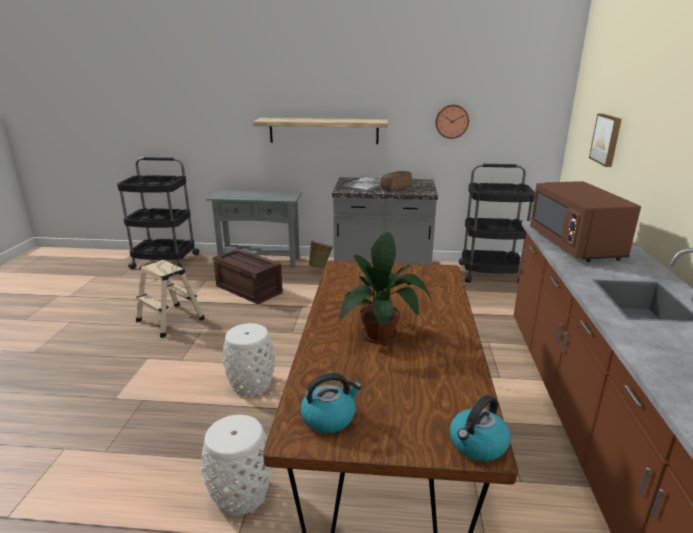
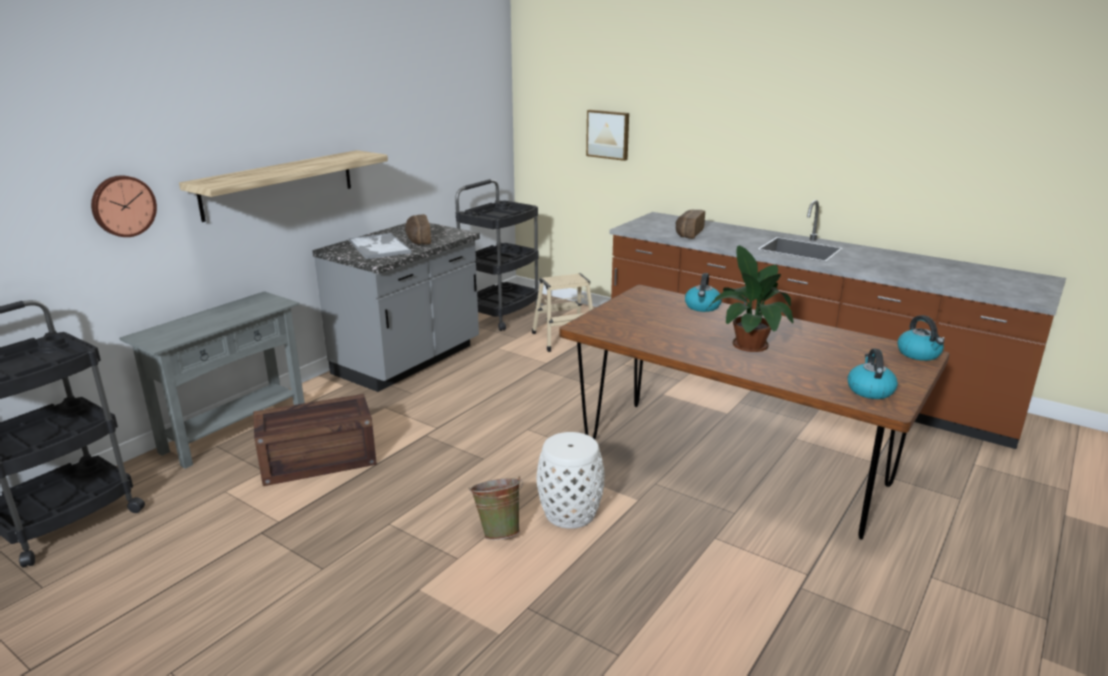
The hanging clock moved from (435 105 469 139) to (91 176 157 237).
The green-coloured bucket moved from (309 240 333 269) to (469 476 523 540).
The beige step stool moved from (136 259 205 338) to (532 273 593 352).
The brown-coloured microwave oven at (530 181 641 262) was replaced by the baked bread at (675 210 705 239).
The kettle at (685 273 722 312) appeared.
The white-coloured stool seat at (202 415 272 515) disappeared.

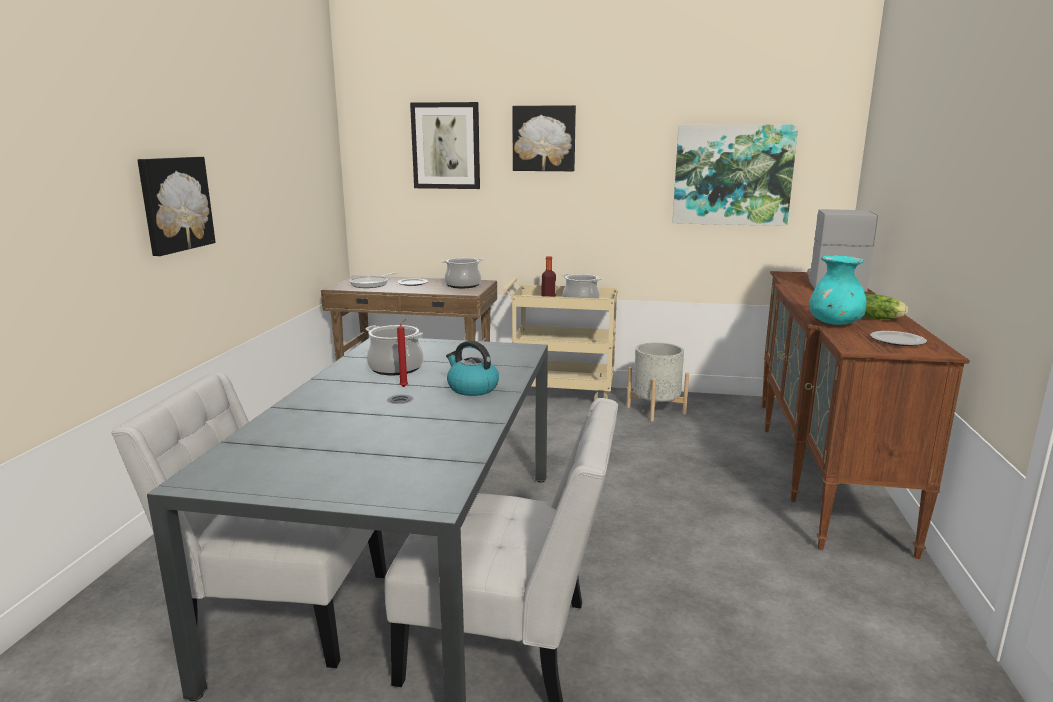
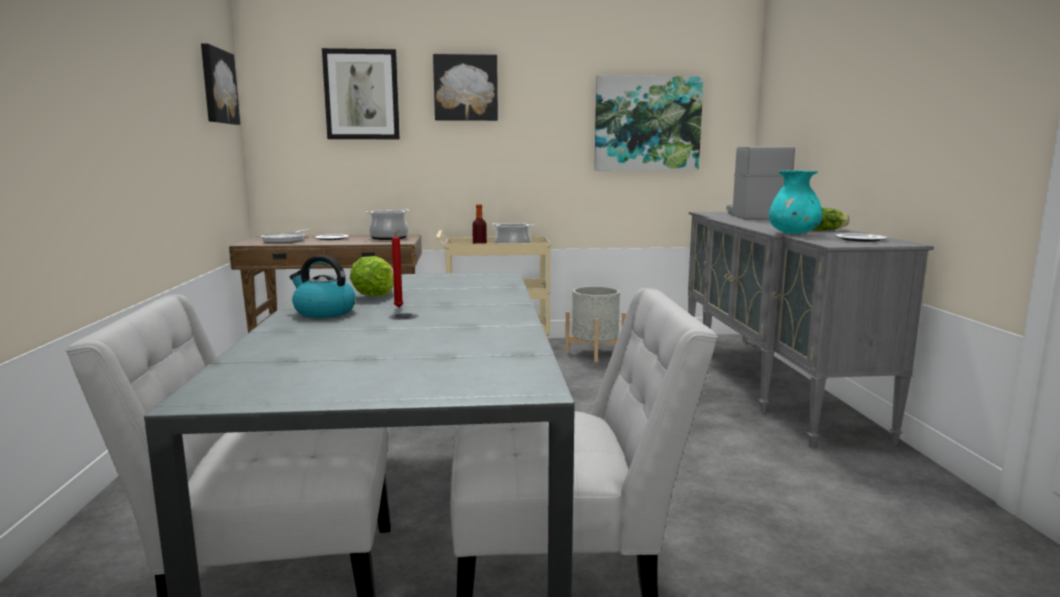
The wall art moved from (137 157 216 256) to (201 43 240 125).
The kettle moved from (446 340 499 396) to (290 255 356 318).
The stockpot at (365 325 424 375) was replaced by the head of lettuce at (350 256 394 296).
The brown-coloured storage cabinet at (761 271 970 559) became the greyish storage cabinet at (688 212 934 448).

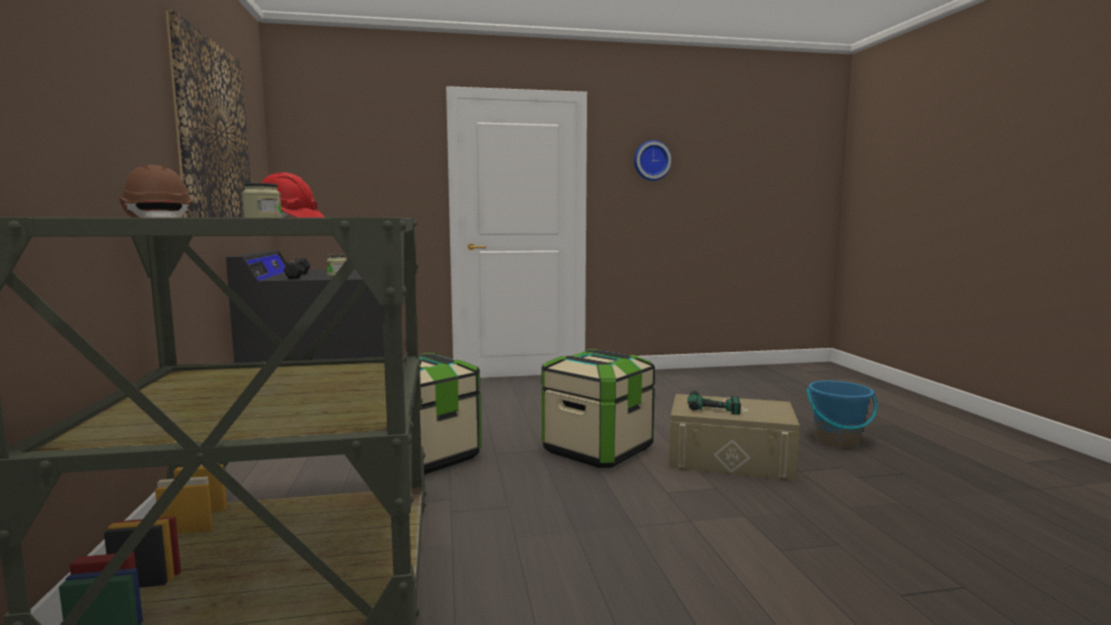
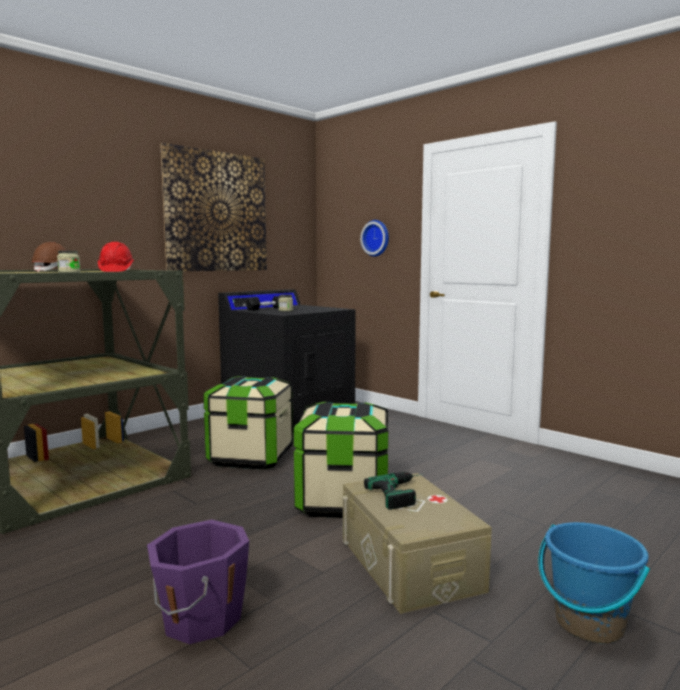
The purplish bucket at (147 519 249 644) appeared.
The hanging clock moved from (634 140 672 181) to (360 220 389 257).

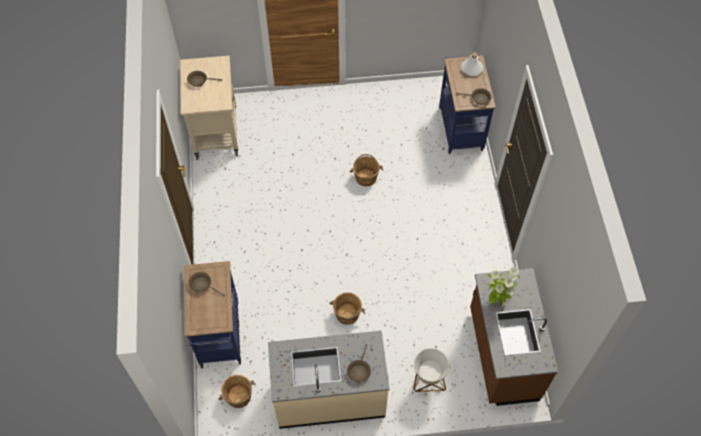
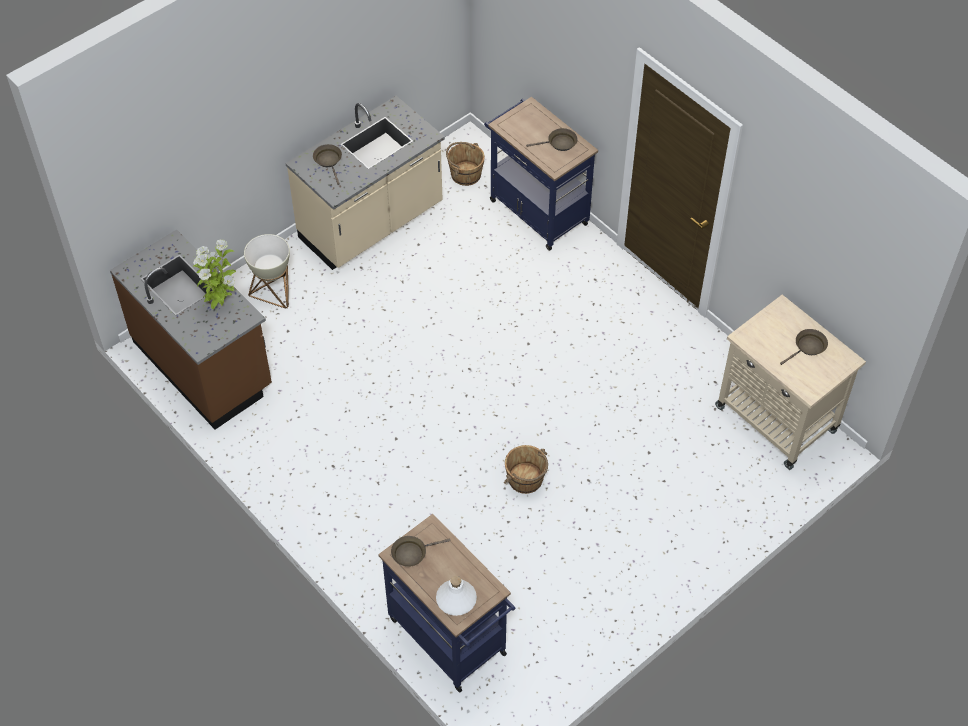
The brown-coloured bucket at (330 292 365 325) disappeared.

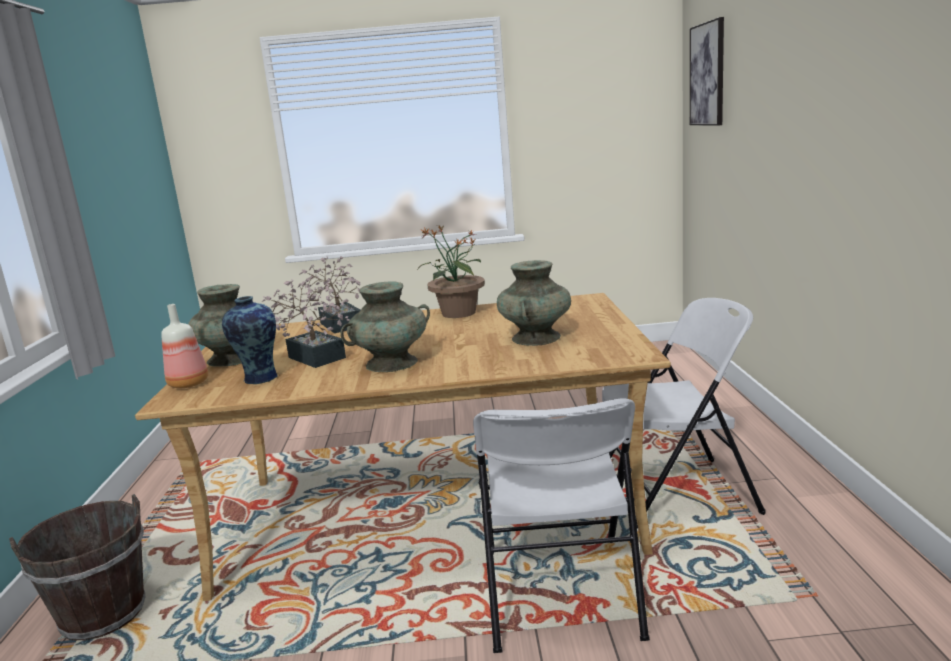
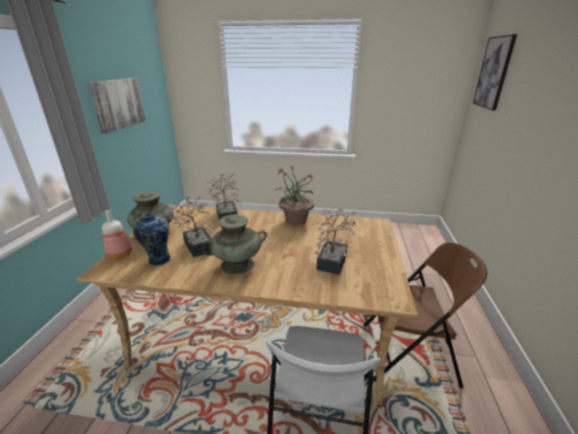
The wall art at (88 78 146 134) appeared.
The turquoise decorative vase at (497 260 571 346) was replaced by the houseplant at (315 208 356 275).
The white-coloured plain chair at (602 298 765 529) became the brown-coloured plain chair at (364 242 487 389).
The brown-coloured bucket at (9 494 145 641) disappeared.

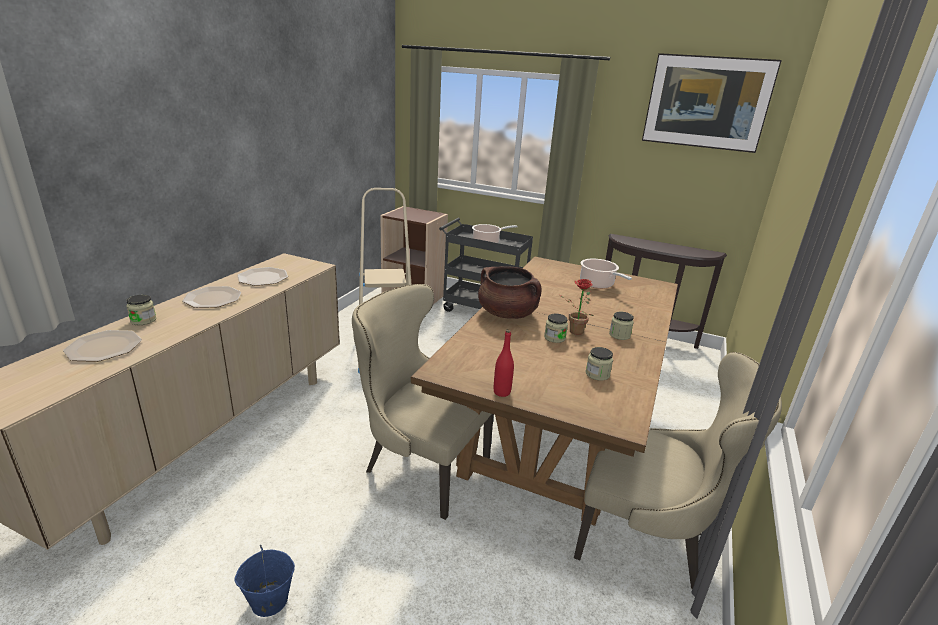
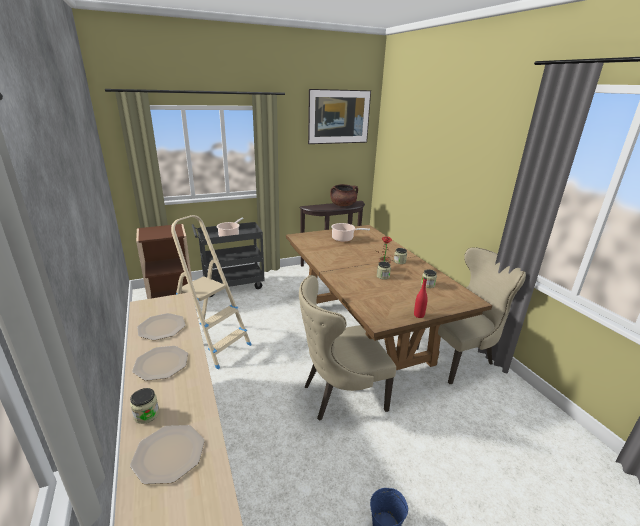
The brown-coloured stockpot moved from (478 266 542 319) to (330 184 358 206).

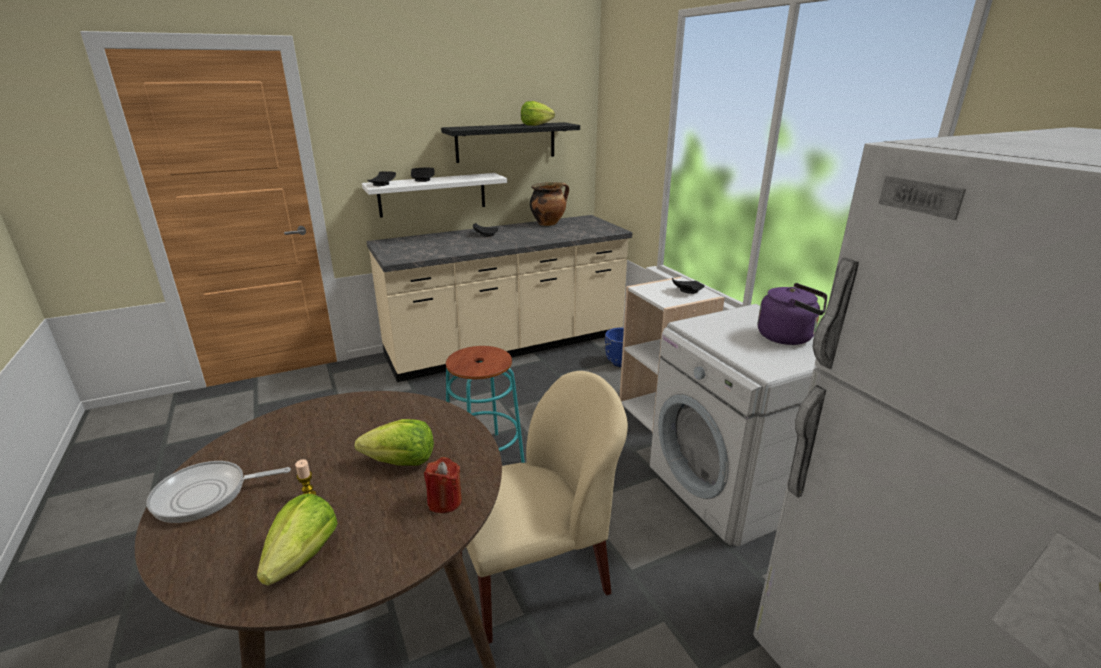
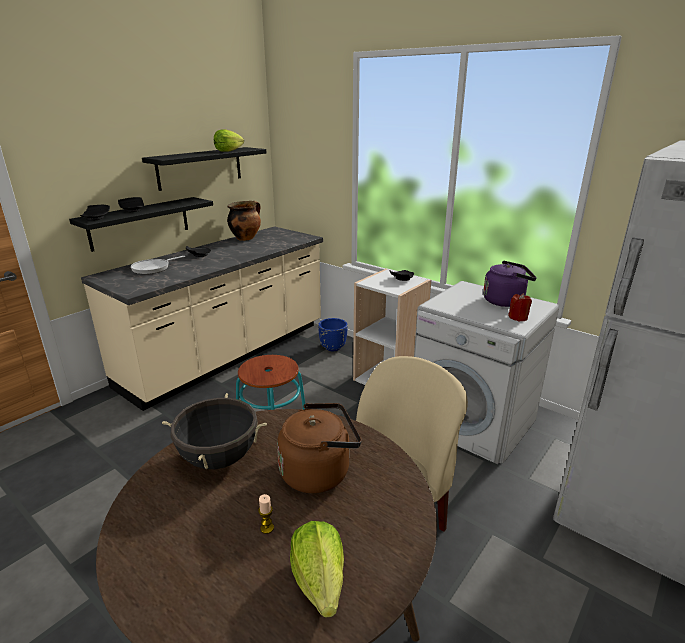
The white-coloured wall shelf at (362 173 507 218) became the blackish wall shelf at (69 197 213 252).
The pan moved from (146 461 291 523) to (131 256 185 274).
The blackish stockpot at (162 393 267 469) appeared.
The head of lettuce at (354 419 434 466) was replaced by the brown-coloured kettle at (277 403 362 493).
The reddish wax light moved from (424 457 462 513) to (508 293 532 321).

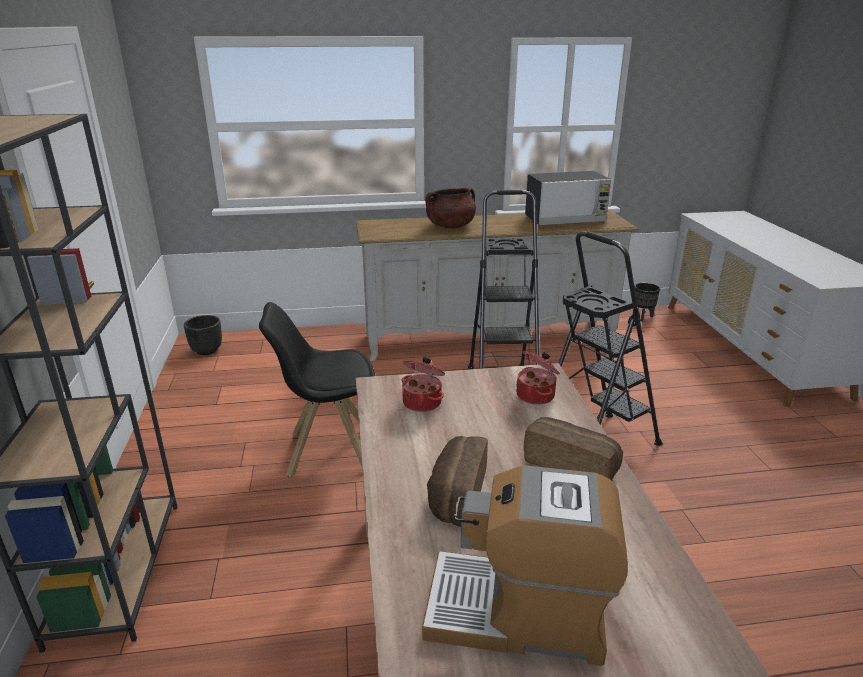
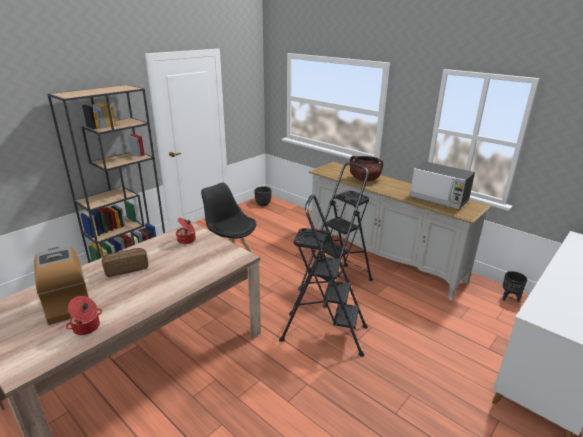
The stockpot moved from (516 351 560 405) to (66 296 102 335).
The baked bread at (524 417 623 481) disappeared.

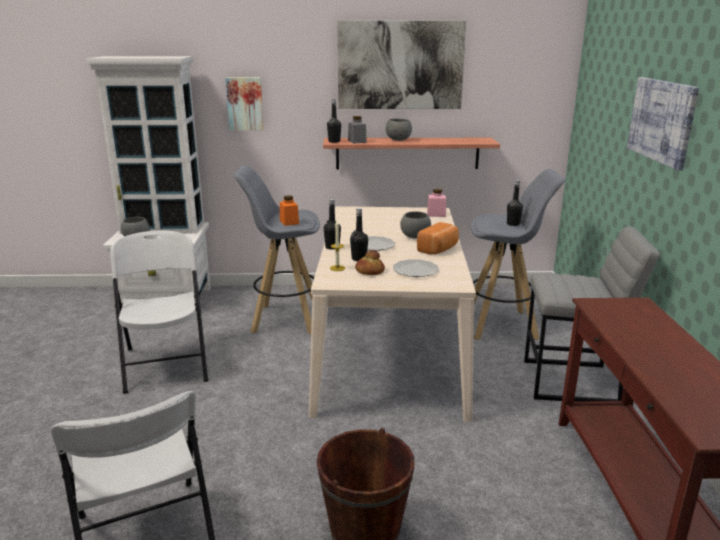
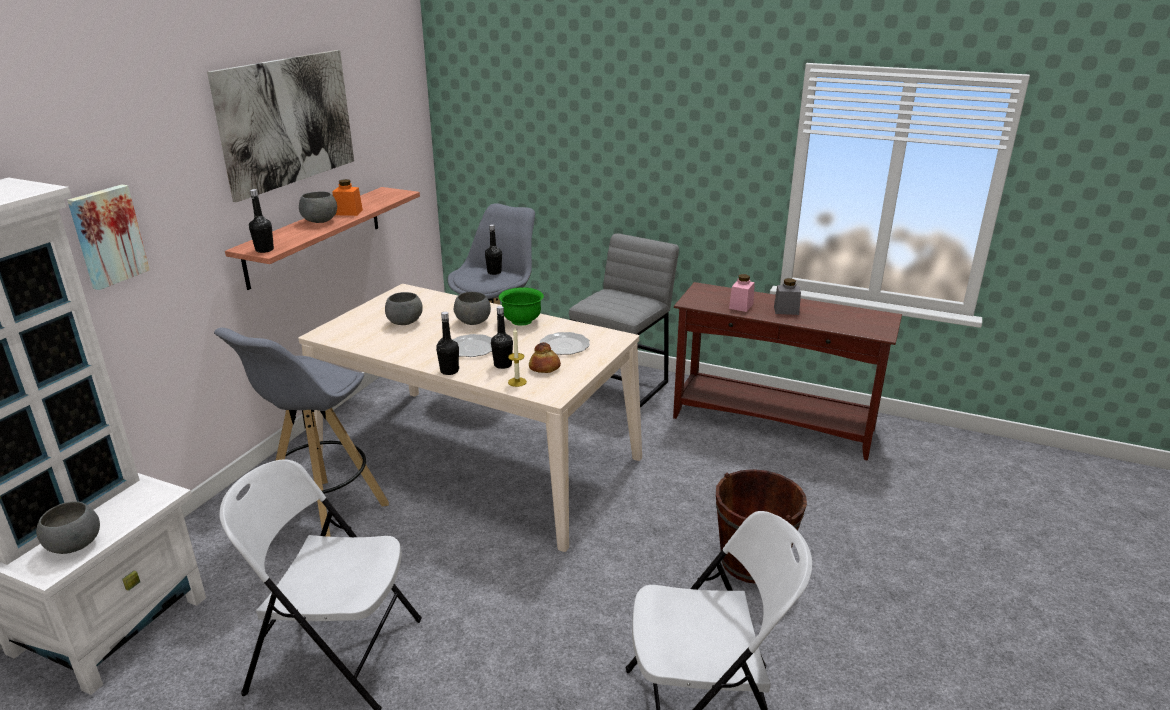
The orange jar moved from (280 195 299 226) to (332 179 363 216).
The greyish deep dish at (385 292 423 325) appeared.
The baked bread at (417 222 459 255) was replaced by the green-coloured deep dish at (499 287 544 326).
The pink jar moved from (427 189 446 217) to (729 274 755 312).
The greyish jar moved from (348 116 367 144) to (774 278 801 315).
The wall art at (627 77 699 170) disappeared.

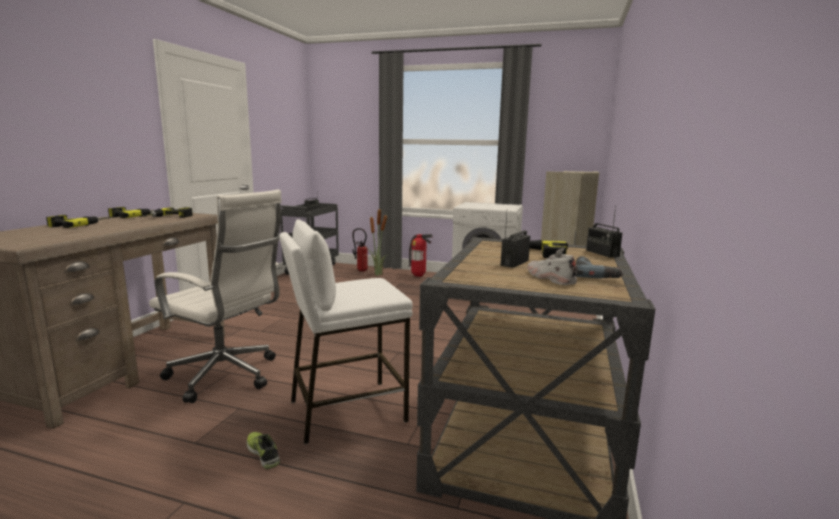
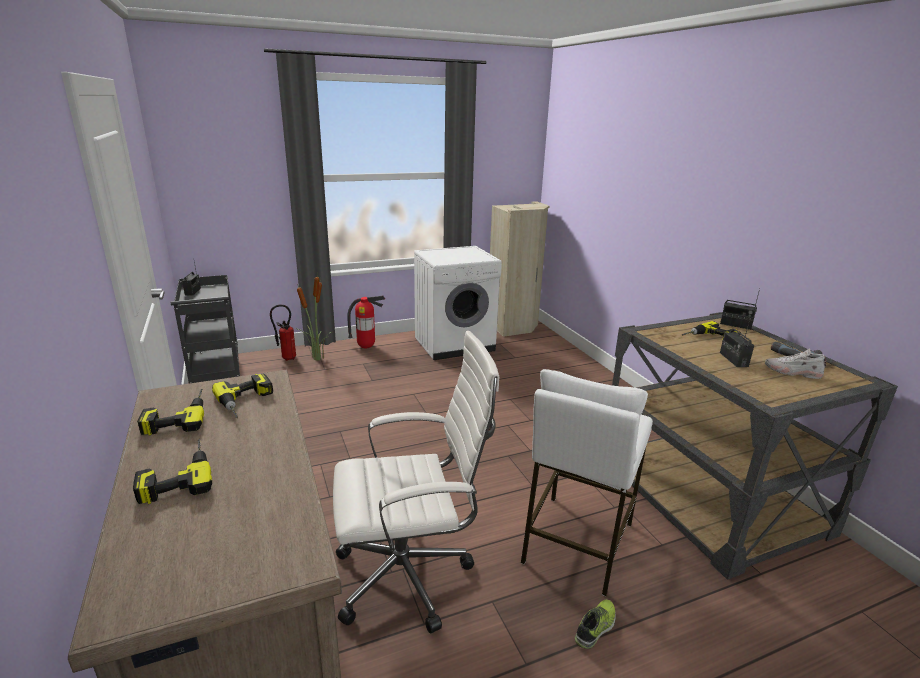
The shoe at (247 432 280 469) turned 120 degrees clockwise.

